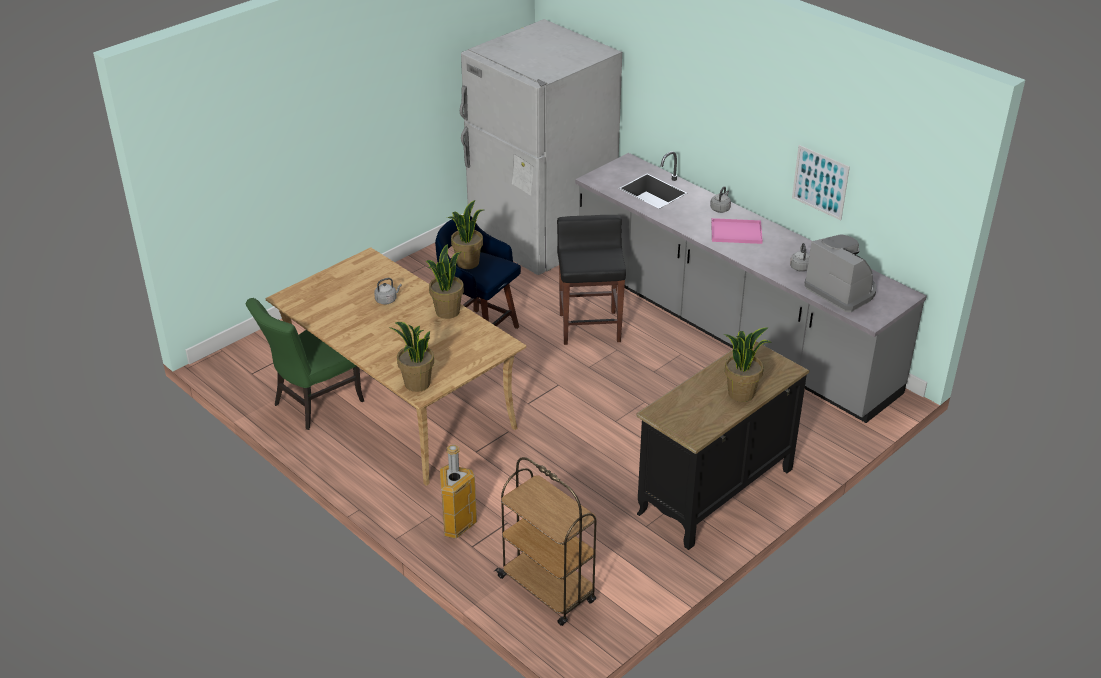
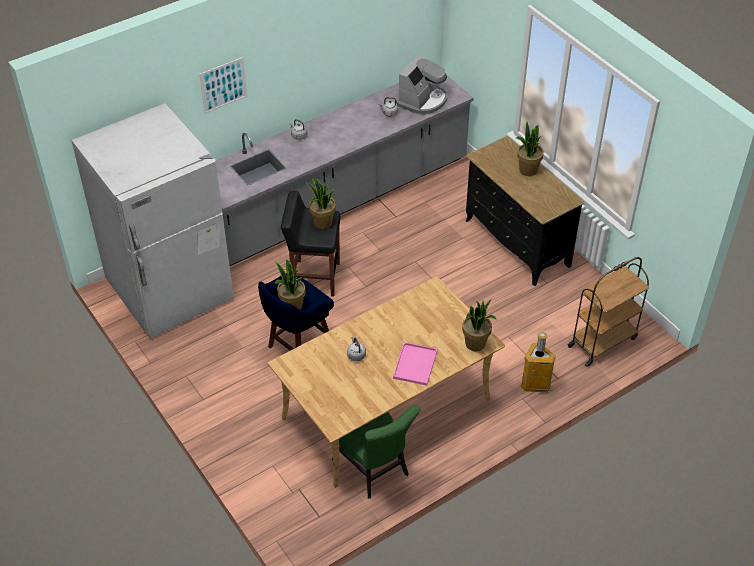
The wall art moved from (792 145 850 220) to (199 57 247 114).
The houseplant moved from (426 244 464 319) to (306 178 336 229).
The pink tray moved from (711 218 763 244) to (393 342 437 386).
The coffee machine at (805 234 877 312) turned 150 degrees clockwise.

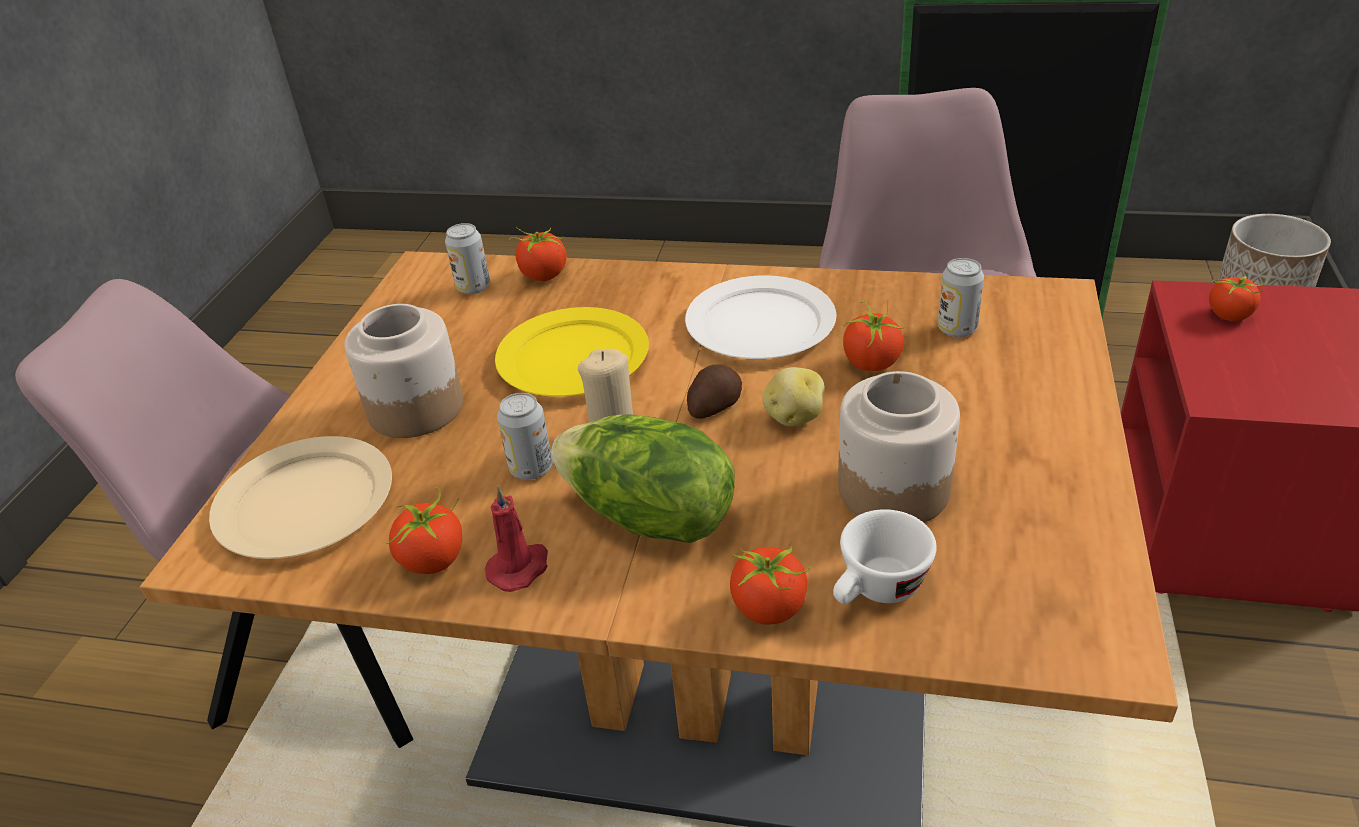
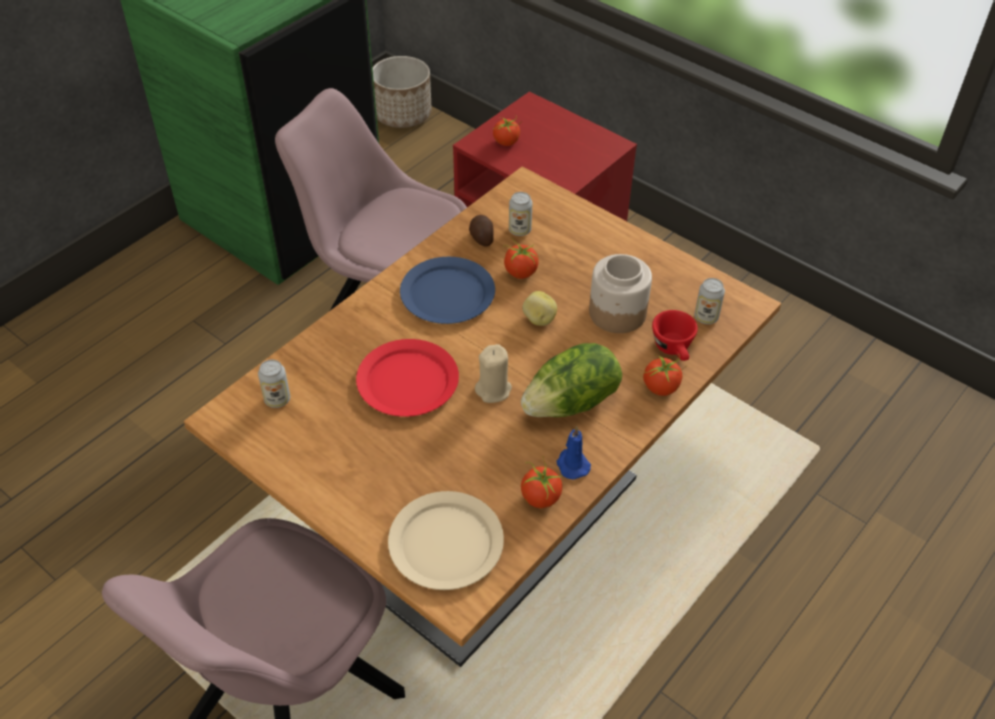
The yellow plate at (495 307 649 397) became the reddish plate at (356 339 459 417).
The white-coloured plate at (685 275 836 359) became the blue-coloured plate at (400 257 495 324).
The spud moved from (687 365 742 418) to (469 215 494 246).
The reddish wax light at (485 486 548 592) became the blue-coloured wax light at (557 426 591 480).
The white-coloured small cup at (833 509 937 604) became the reddish small cup at (652 310 698 361).
The sealed can moved from (497 393 553 479) to (695 278 725 324).
The jar at (344 304 463 438) disappeared.
The whole tomato at (509 227 567 281) disappeared.

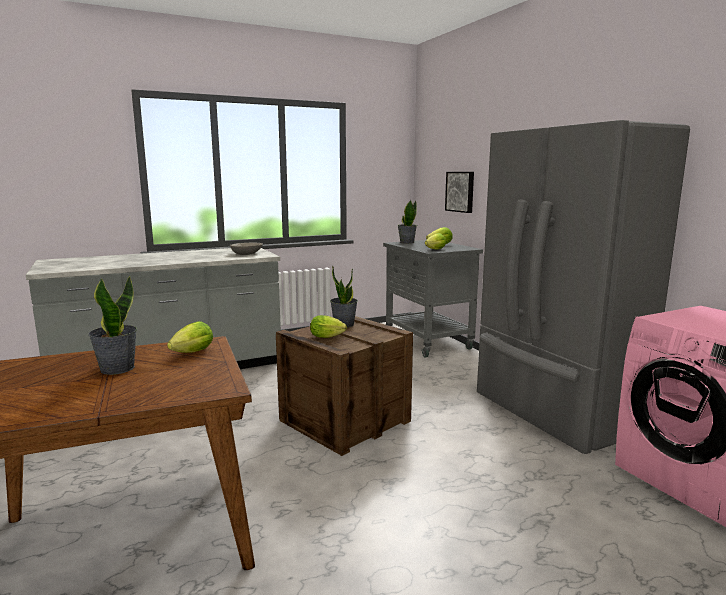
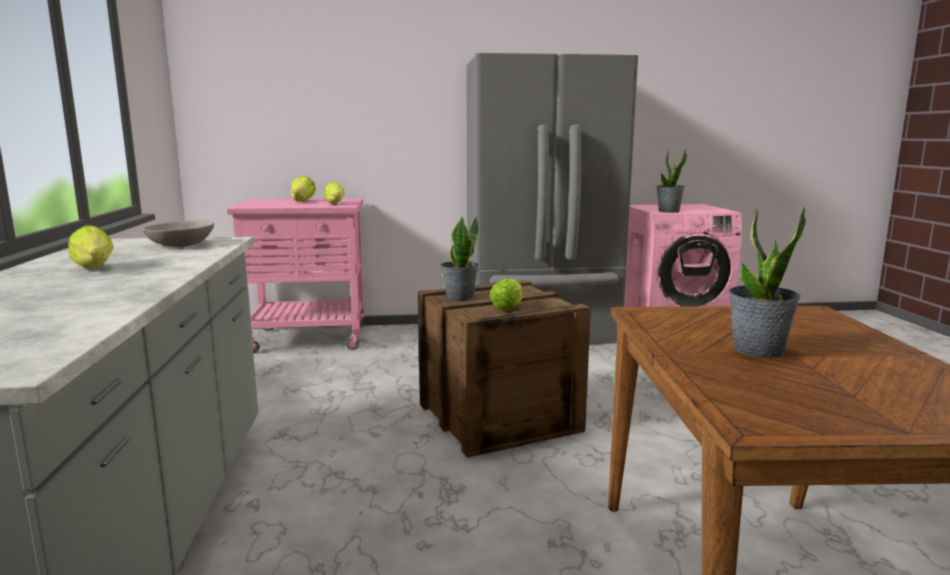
The head of lettuce moved from (167 321 213 353) to (68 225 114 268).
The greyish cart at (383 240 483 357) became the pink cart at (227 198 365 353).
The houseplant moved from (398 200 417 244) to (656 149 687 212).
The wall art at (445 172 474 213) disappeared.

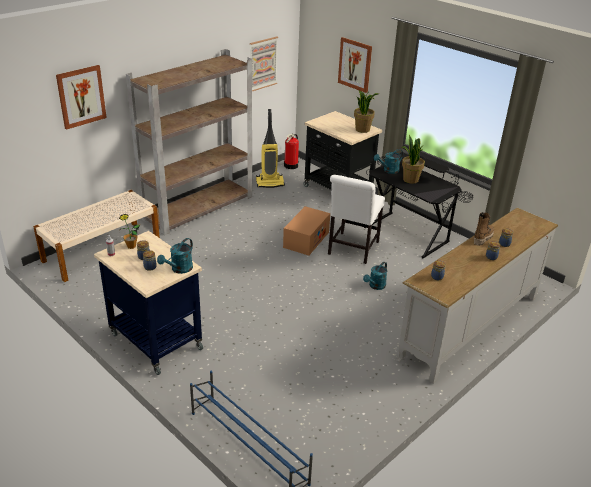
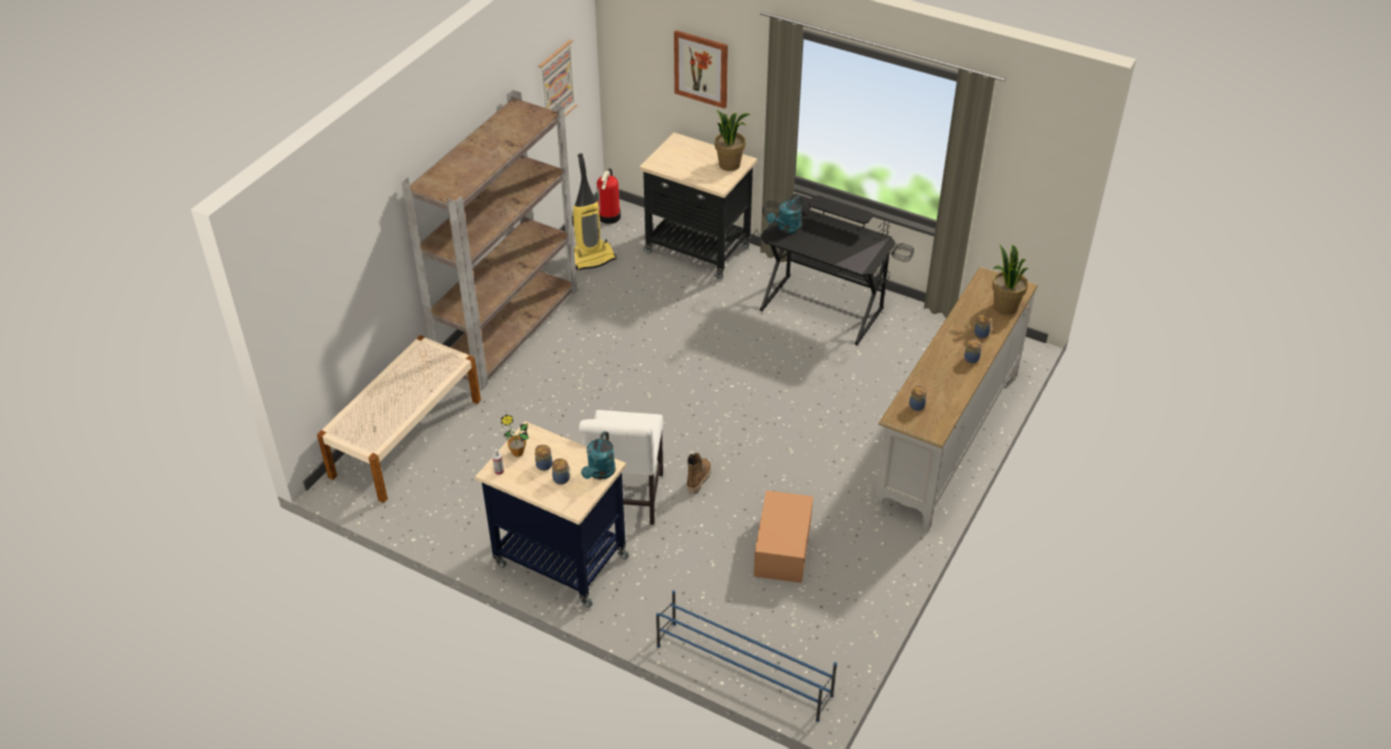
The white-coloured plain chair moved from (328 175 385 264) to (579 410 663 525).
The tall boot moved from (474 212 494 246) to (687 453 711 494).
The carton moved from (283 206 330 255) to (754 490 813 583).
The houseplant moved from (401 135 425 184) to (992 244 1028 315).
The wall art at (56 65 107 130) disappeared.
The turquoise sprinkling can at (363 262 387 290) disappeared.

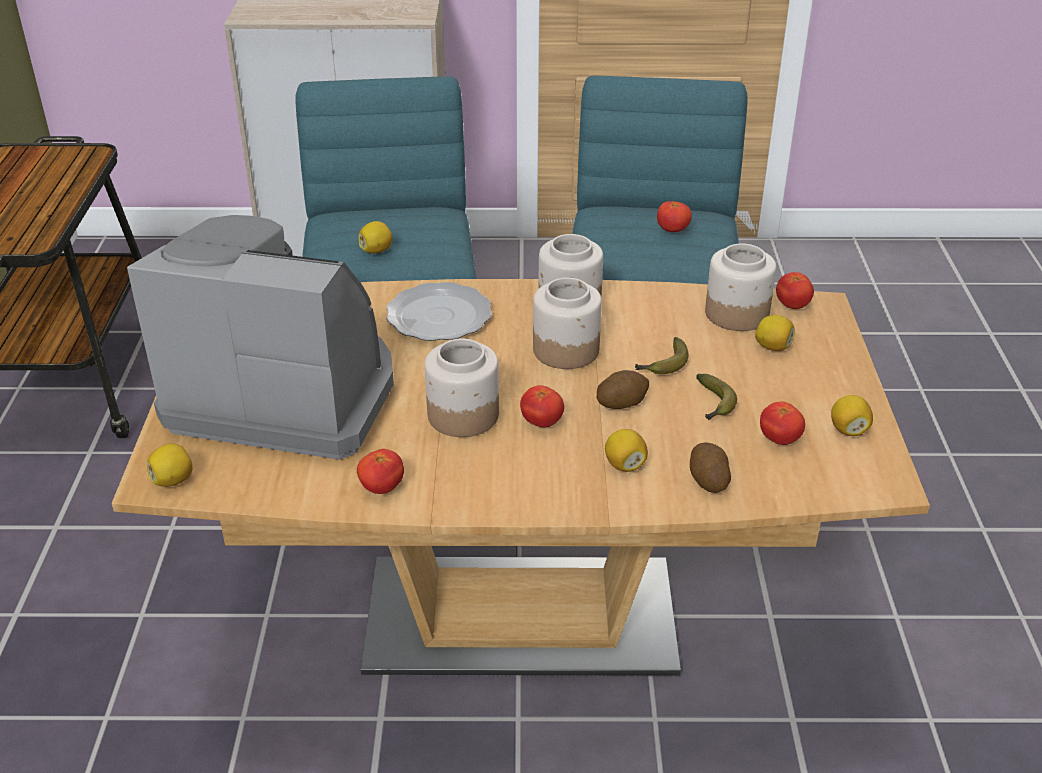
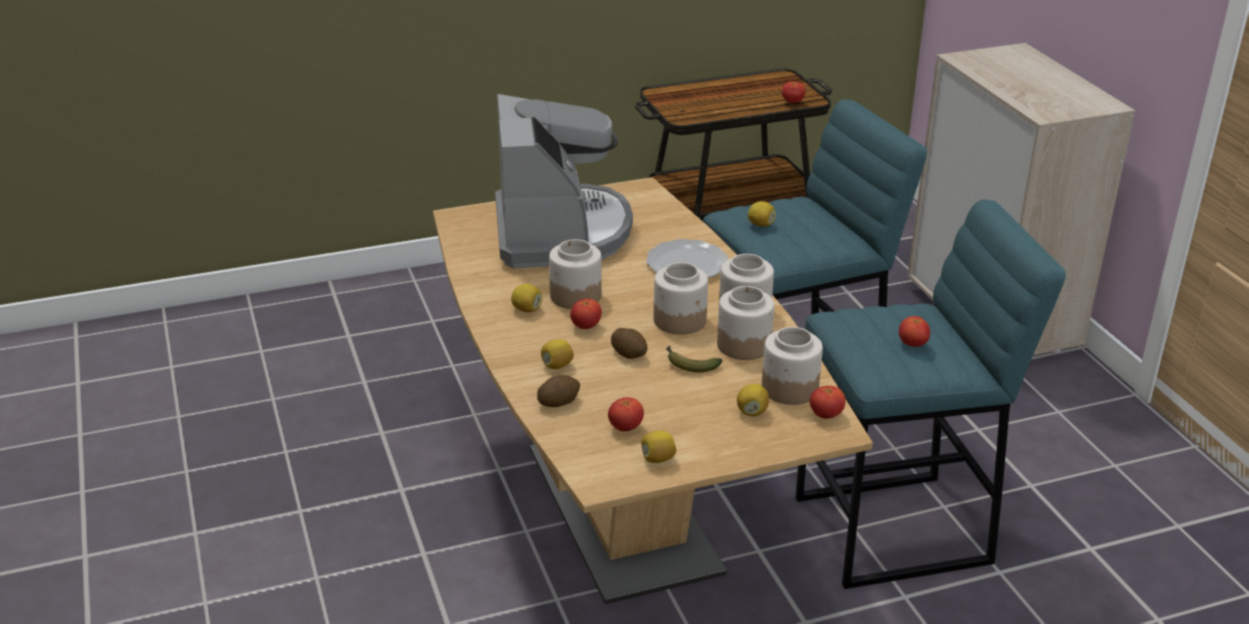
The lemon moved from (147 443 192 487) to (511 284 542 312).
The jar at (717 286 774 360) appeared.
The whole tomato moved from (357 449 404 494) to (782 82 806 103).
The whole banana at (696 374 737 420) disappeared.

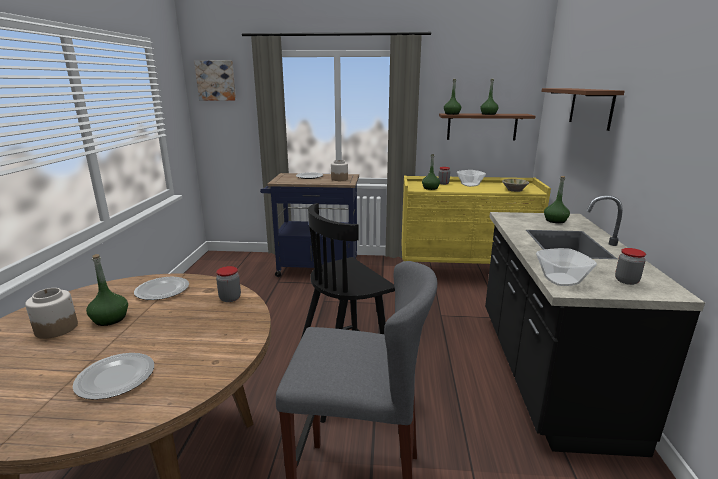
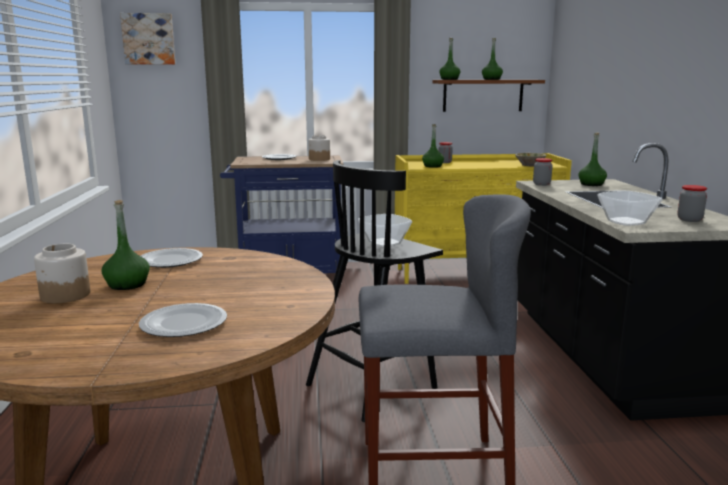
The deep dish moved from (457 170 486 187) to (358 214 412 247).
The jar moved from (216 266 241 302) to (533 158 553 186).
The brown-coloured wall shelf at (541 88 625 131) disappeared.

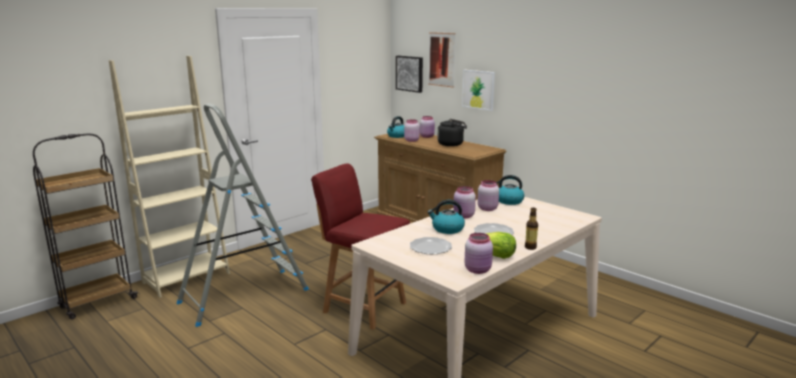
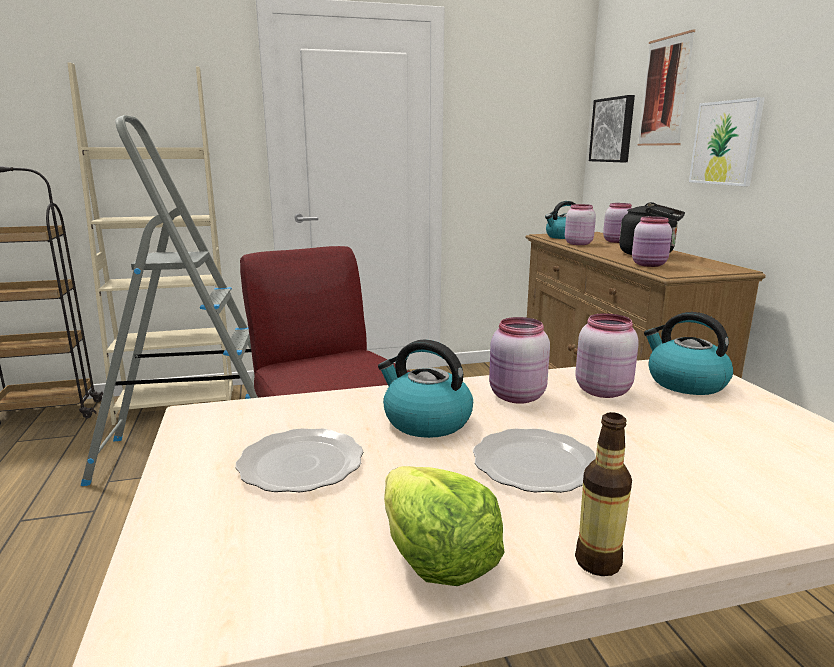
The pink jar moved from (465 233 493 274) to (632 216 672 267).

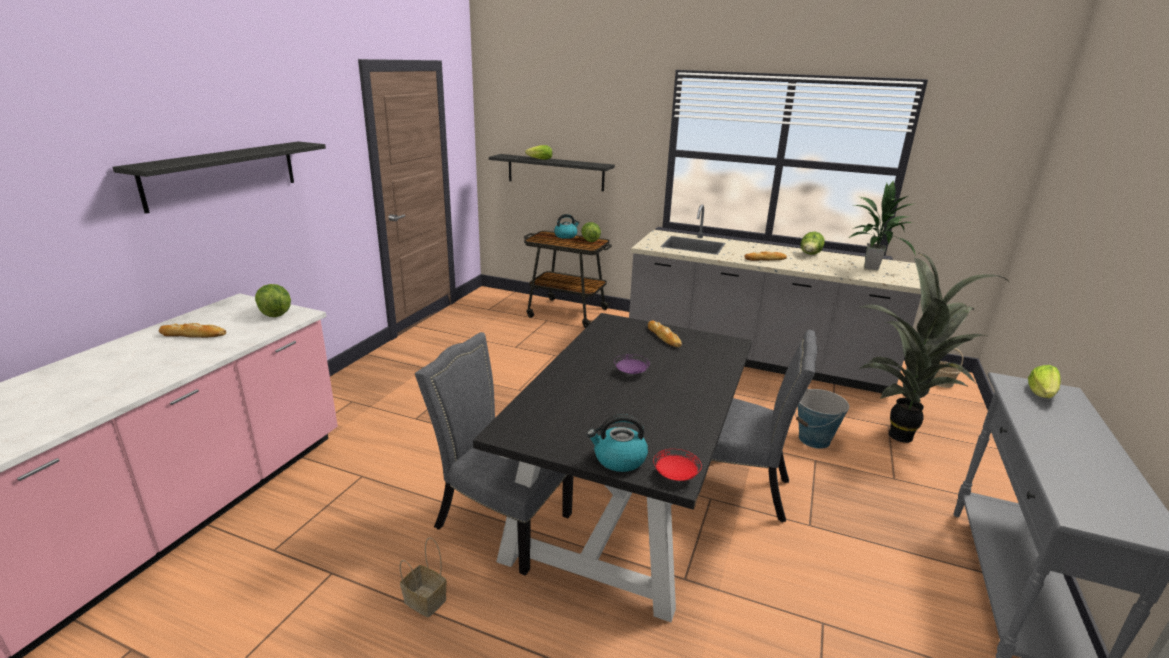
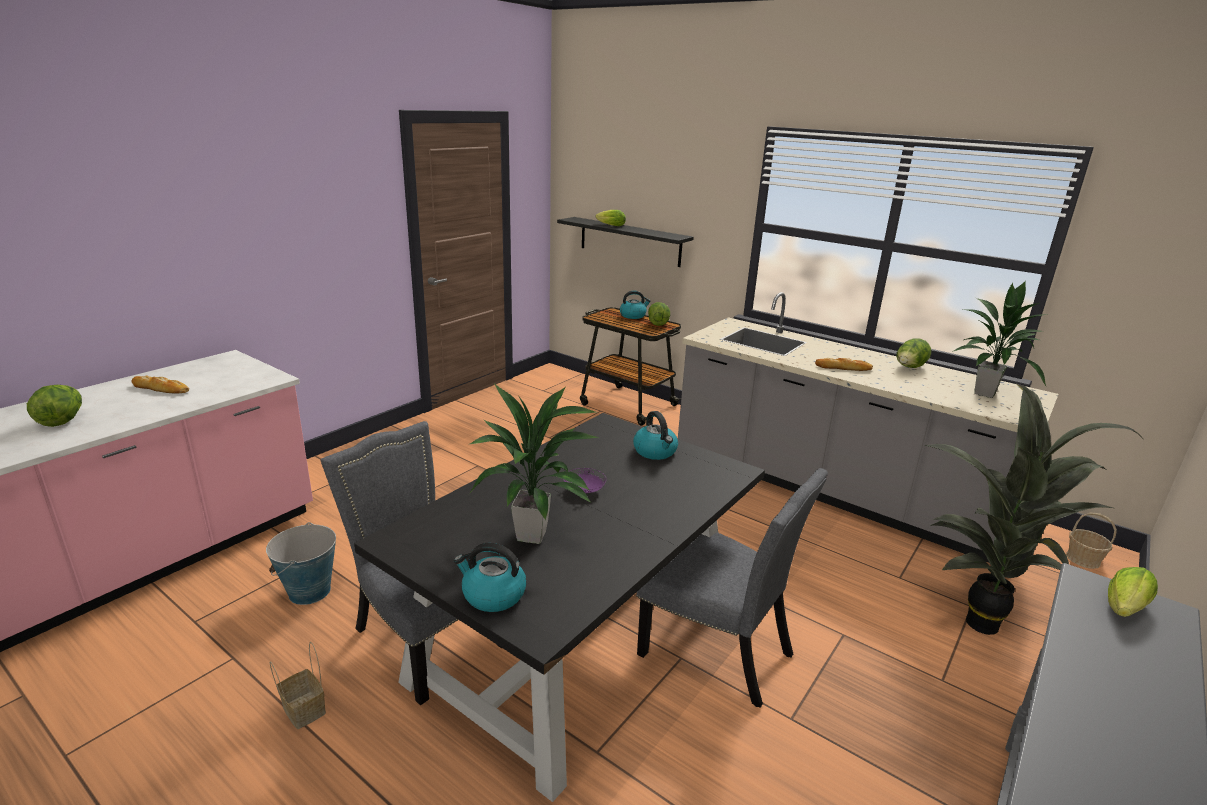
The head of lettuce moved from (255 284 291 317) to (27 385 82 427).
The bucket moved from (795 388 849 449) to (266 522 336 605).
The houseplant at (469 383 598 544) appeared.
The baked bread at (648 320 682 347) was replaced by the kettle at (633 411 678 460).
The blackish wall shelf at (113 142 326 214) disappeared.
The reddish plate at (653 449 702 481) disappeared.

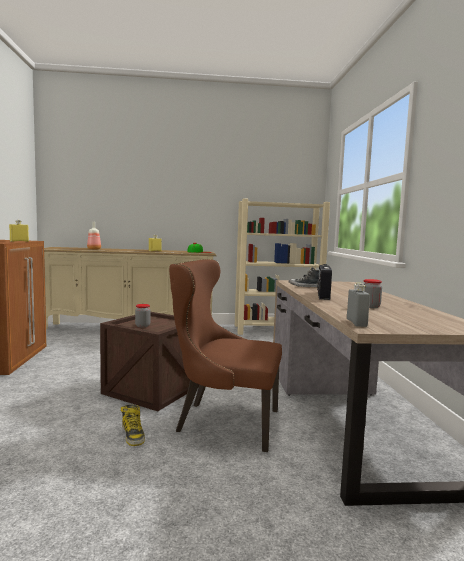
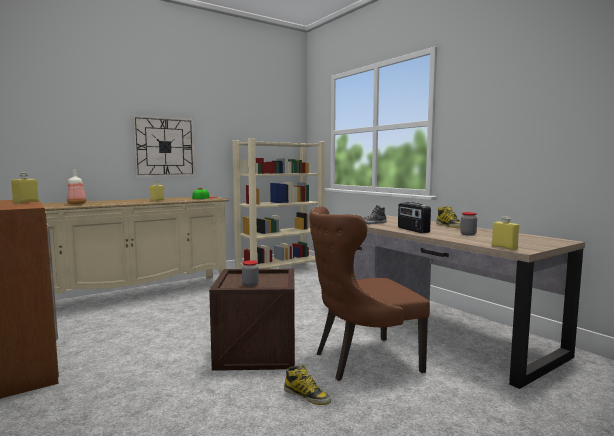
The hanging clock at (132 115 195 177) appeared.
The tall boot at (436 206 461 228) appeared.
The greyish beverage bottle at (347 283 370 327) became the yellow beverage bottle at (492 216 519 250).

